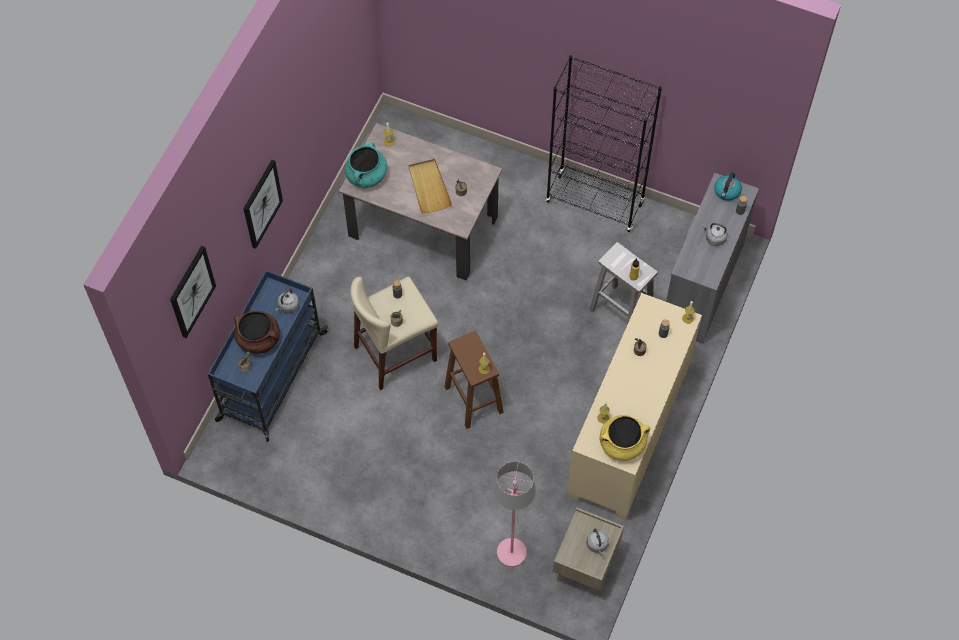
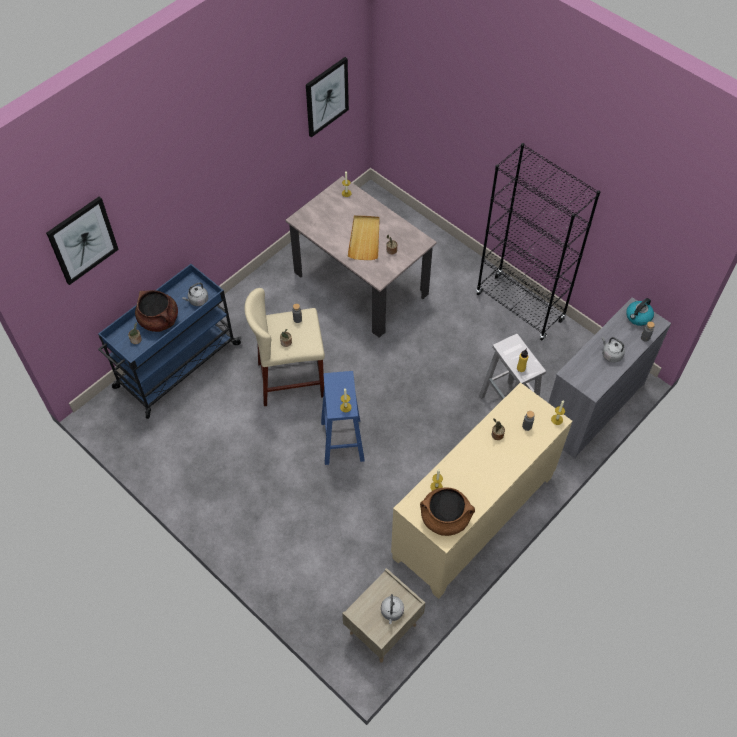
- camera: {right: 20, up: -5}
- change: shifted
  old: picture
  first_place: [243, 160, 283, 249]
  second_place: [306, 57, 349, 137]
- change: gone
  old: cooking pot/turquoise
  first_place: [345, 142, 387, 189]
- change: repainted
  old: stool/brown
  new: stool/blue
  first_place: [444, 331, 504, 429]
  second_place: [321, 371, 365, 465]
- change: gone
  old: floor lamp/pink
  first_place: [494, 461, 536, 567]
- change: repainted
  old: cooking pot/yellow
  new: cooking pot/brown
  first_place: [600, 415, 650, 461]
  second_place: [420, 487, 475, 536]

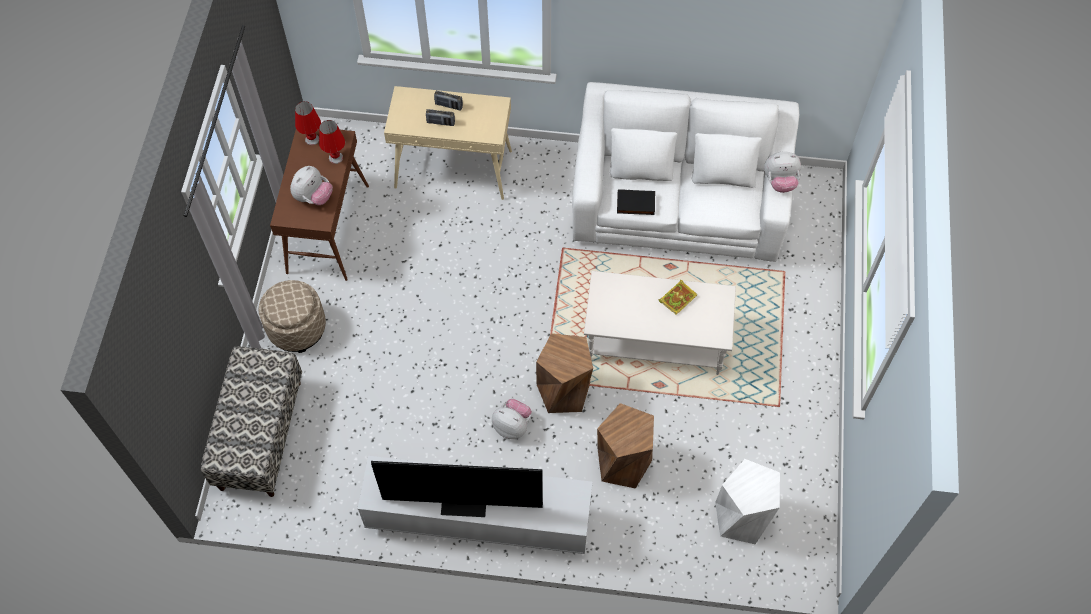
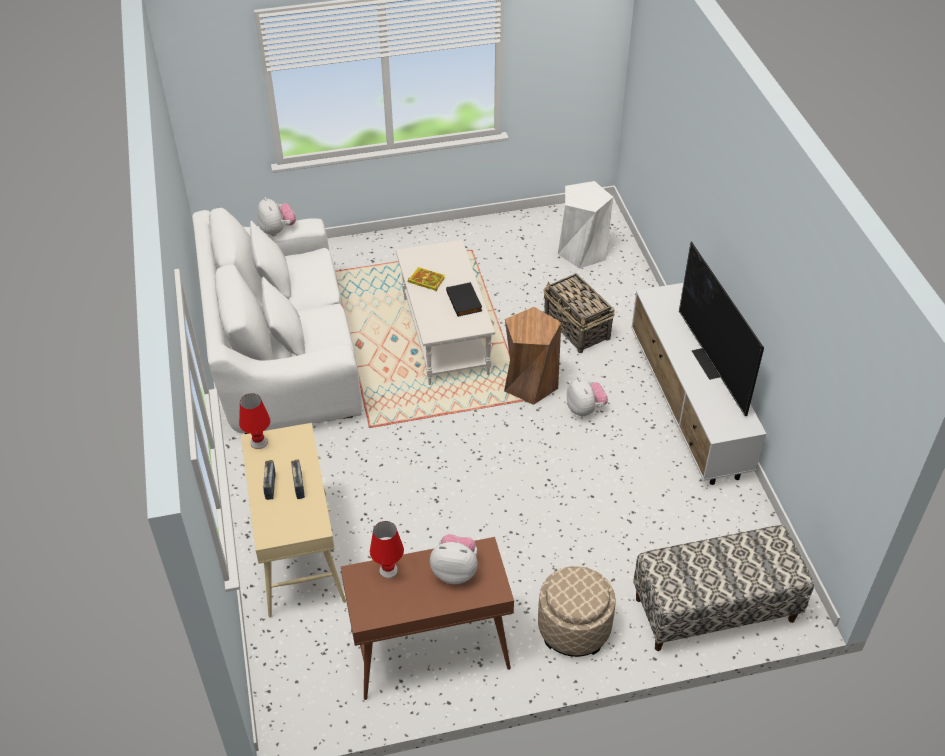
- camera: {right: -110, up: -15}
- change: shifted
  old: table lamp/red
  first_place: [295, 101, 321, 145]
  second_place: [239, 393, 270, 449]
- change: rotated
  old: plush toy
  first_place: [492, 399, 532, 439]
  second_place: [567, 377, 608, 416]
  degrees: 150
- change: swapped
  old: stool/brown
  new: basket
  first_place: [597, 403, 654, 489]
  second_place: [543, 273, 615, 353]
- change: shifted
  old: book/black
  first_place: [617, 189, 655, 215]
  second_place: [446, 282, 482, 317]

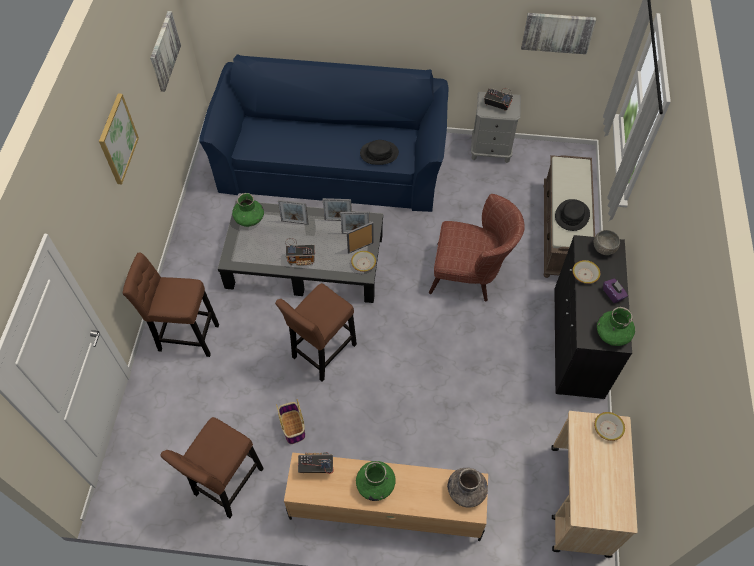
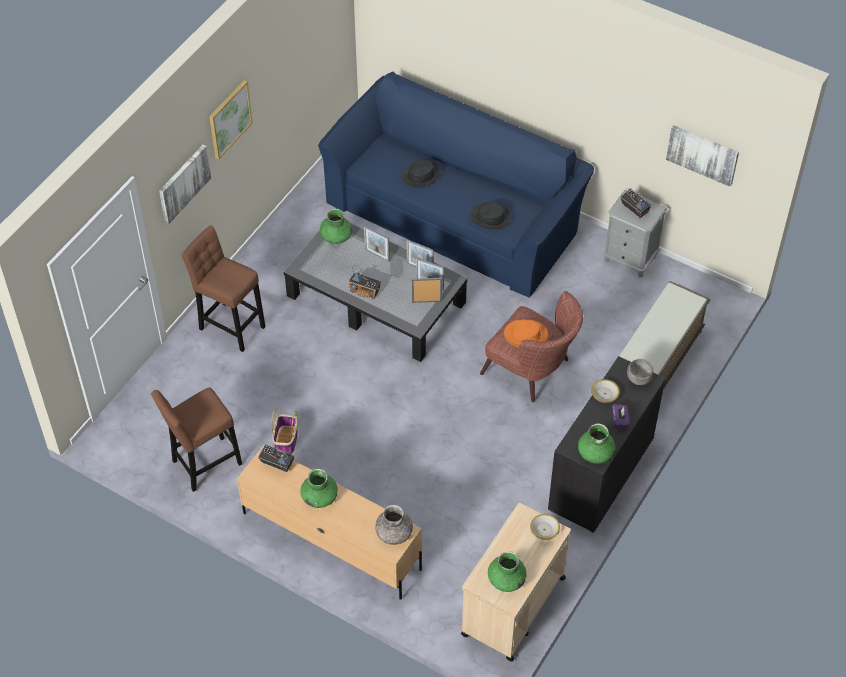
- camera: {right: 25, up: -5}
- change: shifted
  old: picture
  first_place: [150, 11, 181, 92]
  second_place: [159, 144, 211, 224]
- change: gone
  old: stool/brown
  first_place: [275, 283, 357, 382]
- change: gone
  old: bowl
  first_place: [351, 251, 376, 272]
- change: shifted
  old: hat/black
  first_place: [555, 199, 590, 231]
  second_place: [402, 160, 441, 188]
- change: new
  new: vase/green
  second_place: [488, 551, 527, 592]
- change: new
  new: hat/orange
  second_place: [504, 319, 548, 347]

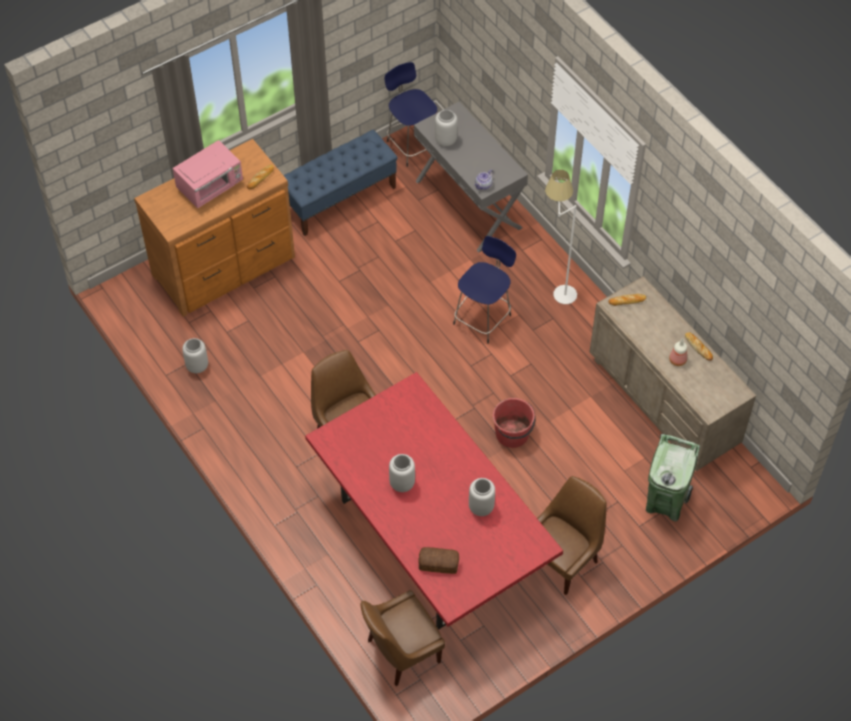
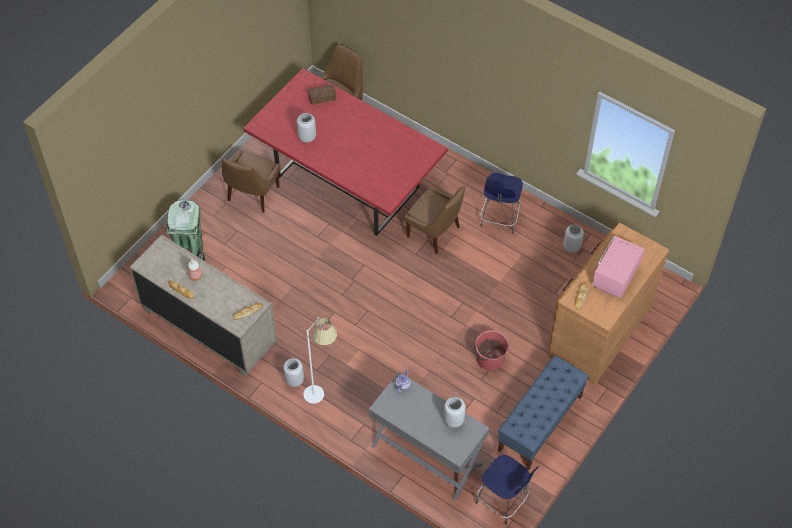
- camera: {right: 160, up: 0}
- change: shifted
  old: vase/grey
  first_place: [389, 454, 415, 492]
  second_place: [283, 358, 304, 387]
- change: shifted
  old: stool/blue
  first_place: [453, 236, 516, 344]
  second_place: [480, 173, 523, 234]
- change: shifted
  old: bucket/red
  first_place: [493, 398, 536, 448]
  second_place: [474, 330, 509, 371]

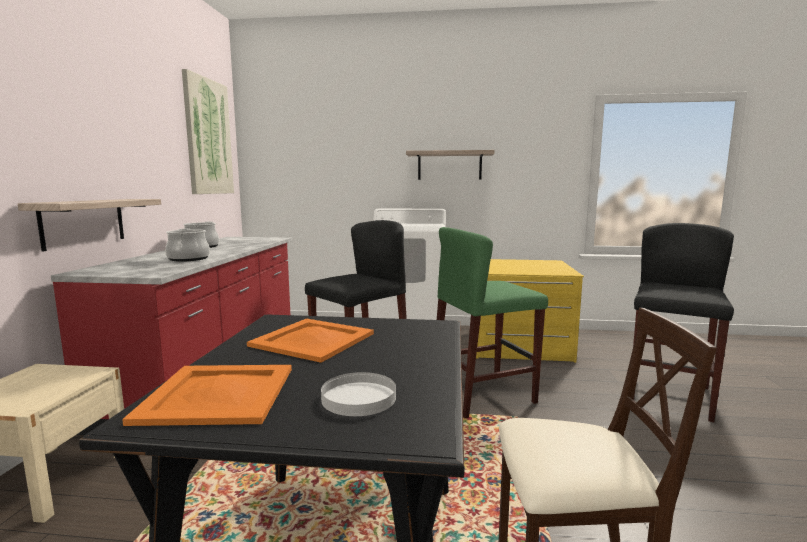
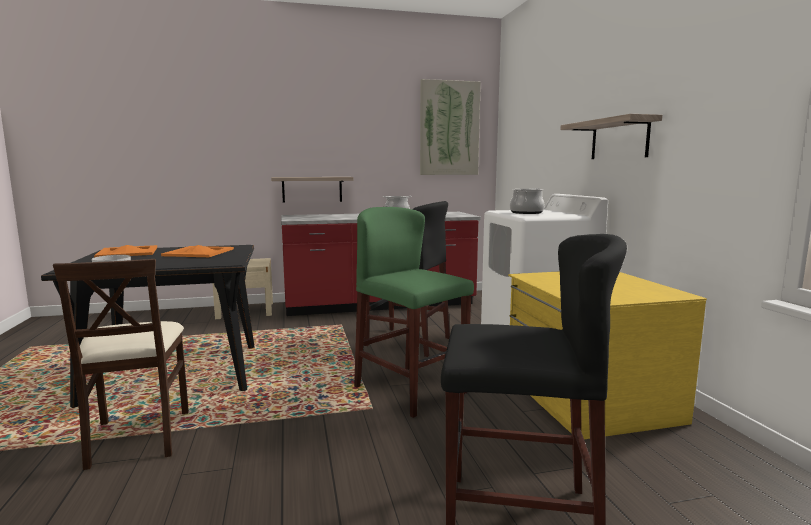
- camera: {right: 70, up: 0}
- change: shifted
  old: cooking pot
  first_place: [165, 228, 210, 262]
  second_place: [510, 188, 545, 214]

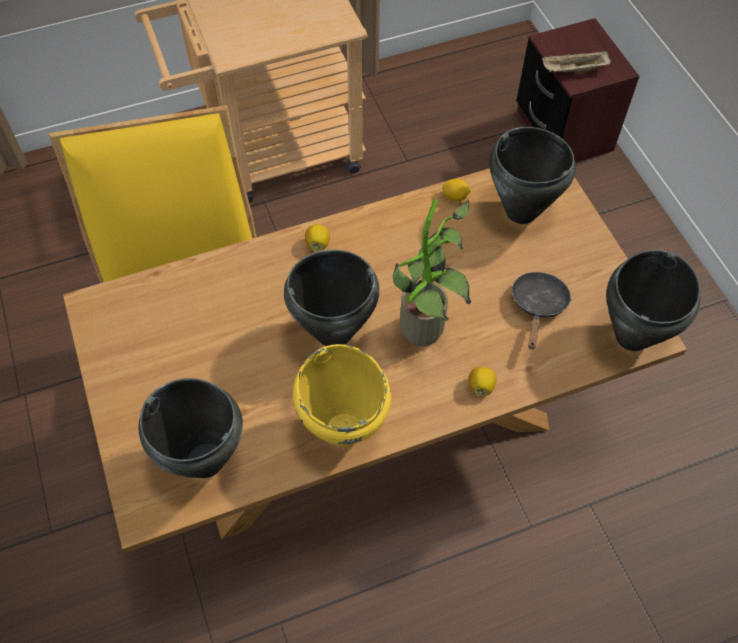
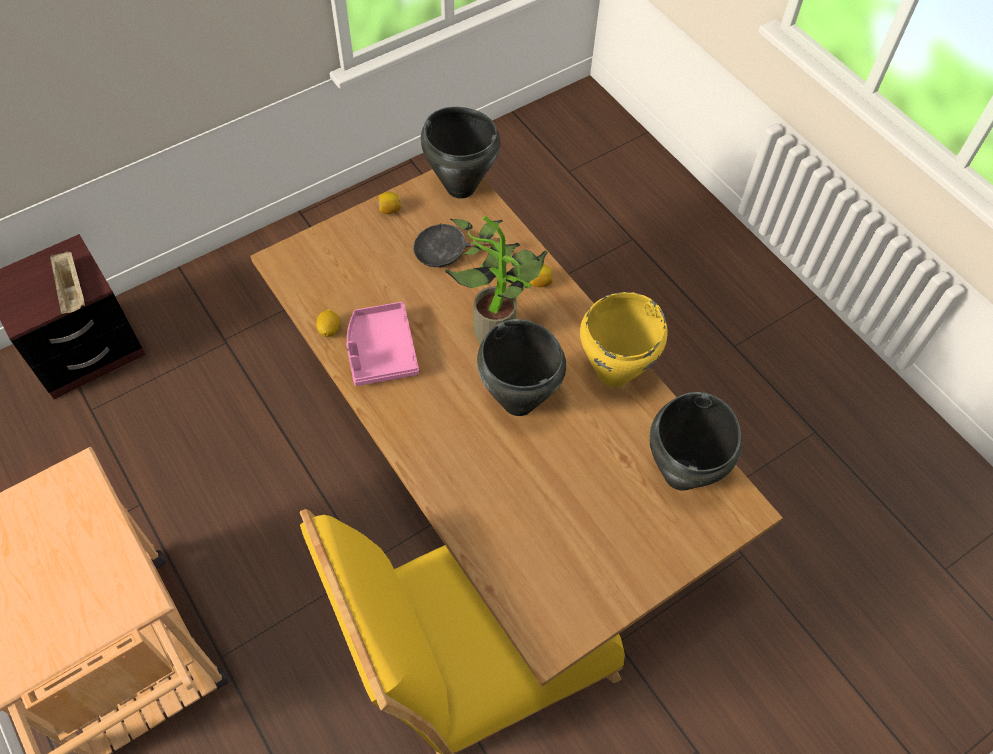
- camera: {right: -105, up: 0}
- change: shifted
  old: lemon
  first_place: [305, 224, 330, 251]
  second_place: [378, 192, 402, 214]
- change: gone
  old: cooking pot/black
  first_place: [489, 127, 576, 224]
- change: new
  new: tray/pink
  second_place: [346, 302, 419, 386]

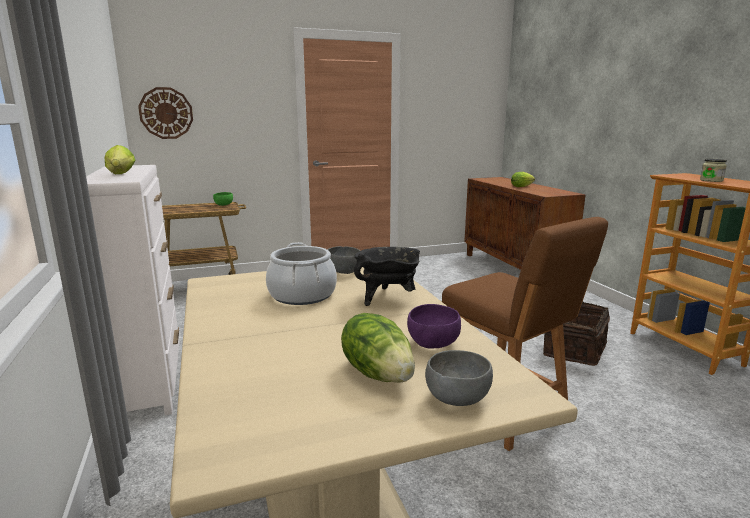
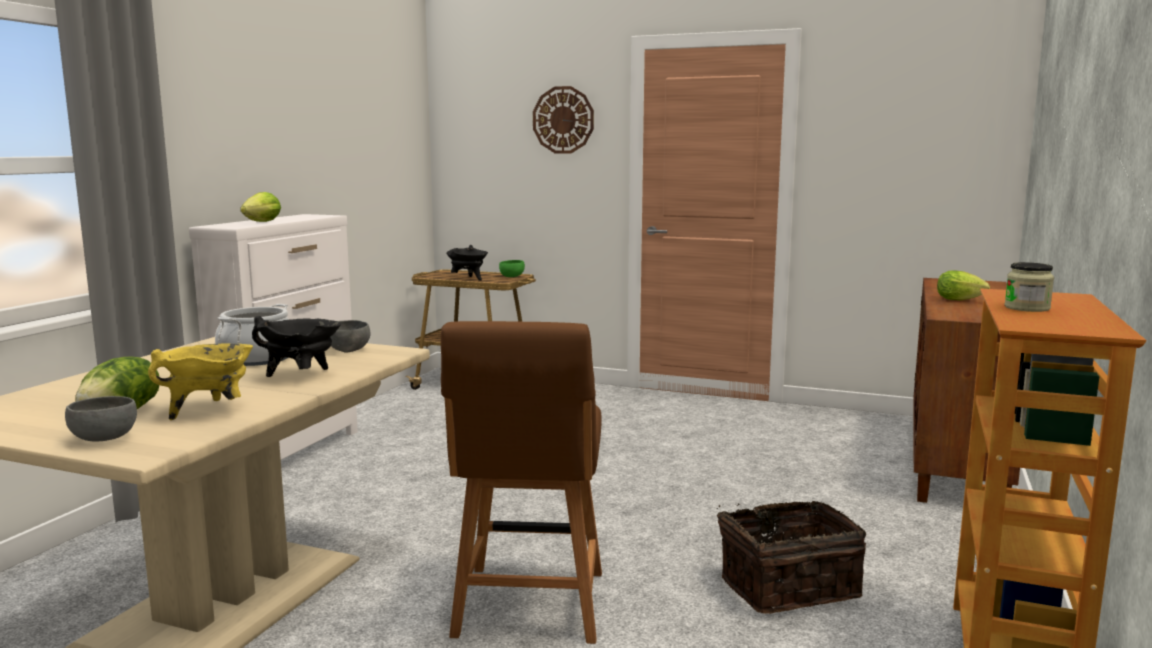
- camera: {right: 40, up: -5}
- change: shifted
  old: wall clock
  first_place: [138, 87, 193, 139]
  second_place: [533, 86, 594, 153]
- change: swapped
  old: bowl/purple
  new: cooking pot/yellow
  first_place: [407, 304, 461, 349]
  second_place: [148, 343, 253, 420]
- change: new
  new: cooking pot/black
  second_place: [446, 245, 488, 281]

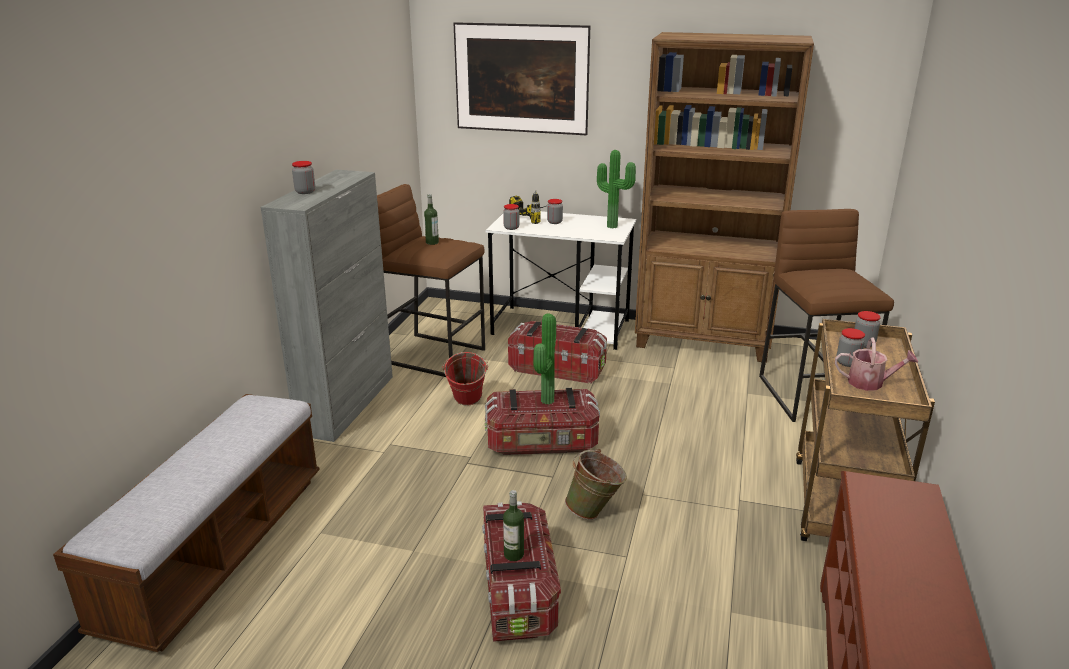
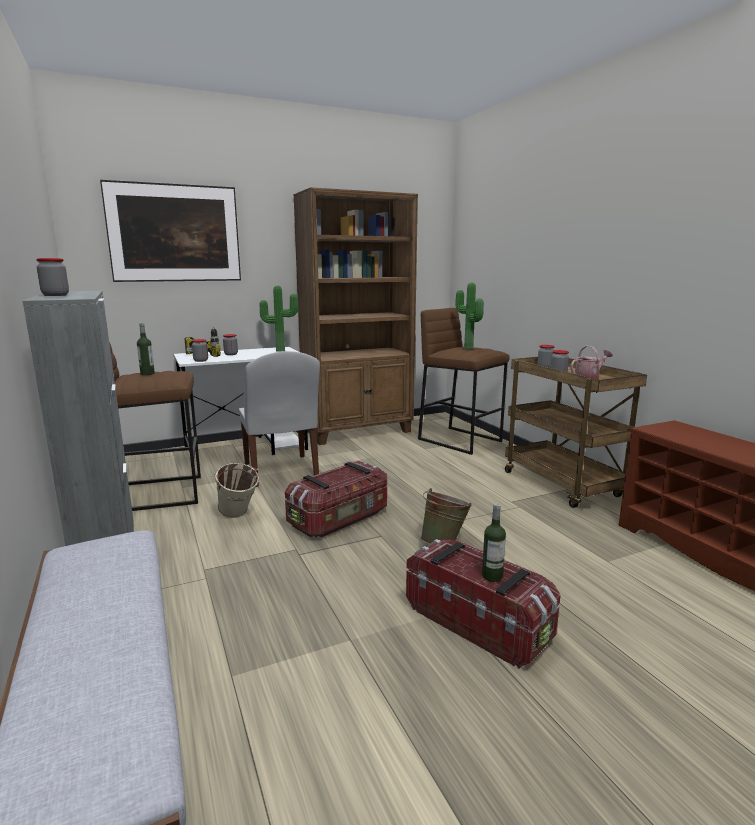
- camera: {right: -40, up: -10}
- change: repainted
  old: bucket/red
  new: bucket/beige
  first_place: [442, 352, 488, 406]
  second_place: [213, 463, 259, 518]
- change: swapped
  old: storage box
  new: chair/white
  first_place: [508, 321, 607, 384]
  second_place: [239, 351, 320, 487]
- change: shifted
  old: potted plant
  first_place: [533, 314, 556, 405]
  second_place: [455, 283, 484, 349]

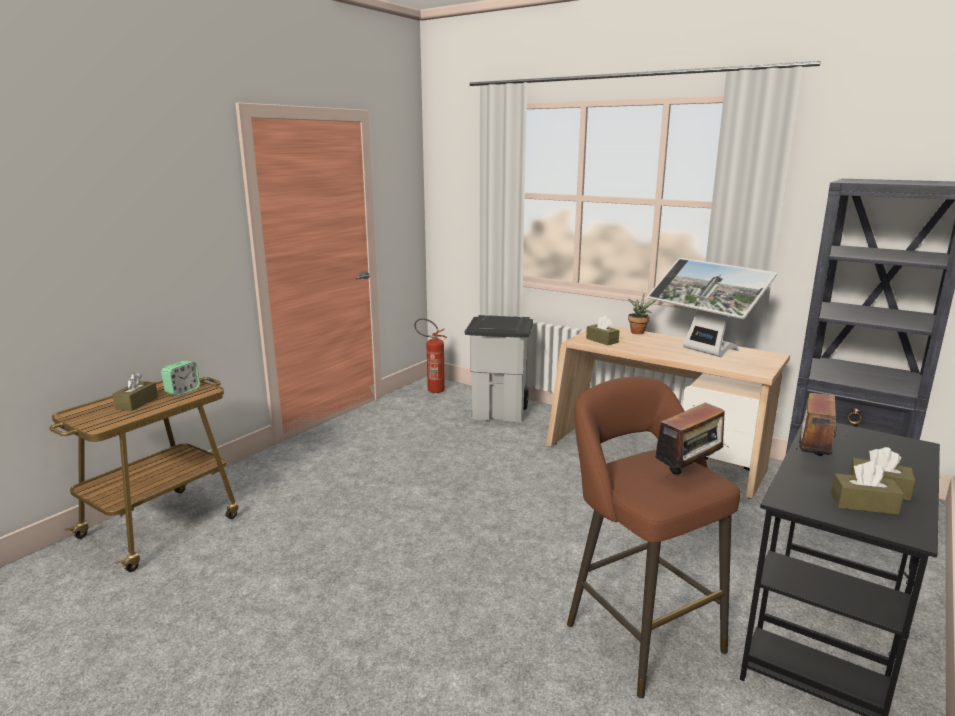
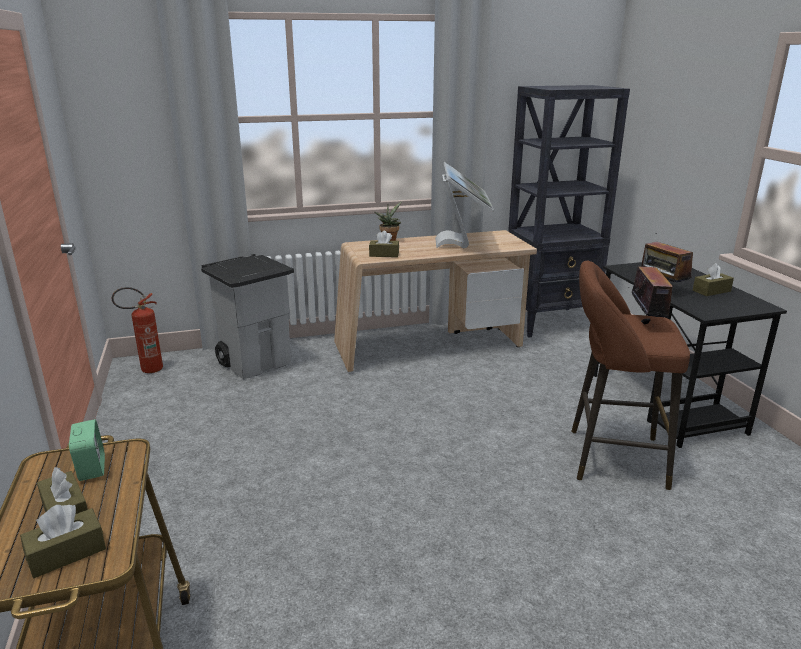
- camera: {right: -50, up: 5}
- change: rotated
  old: monitor
  first_place: [647, 258, 777, 357]
  second_place: [435, 162, 494, 248]
  degrees: -90
- change: shifted
  old: tissue box/brown
  first_place: [831, 461, 904, 515]
  second_place: [20, 505, 106, 578]

